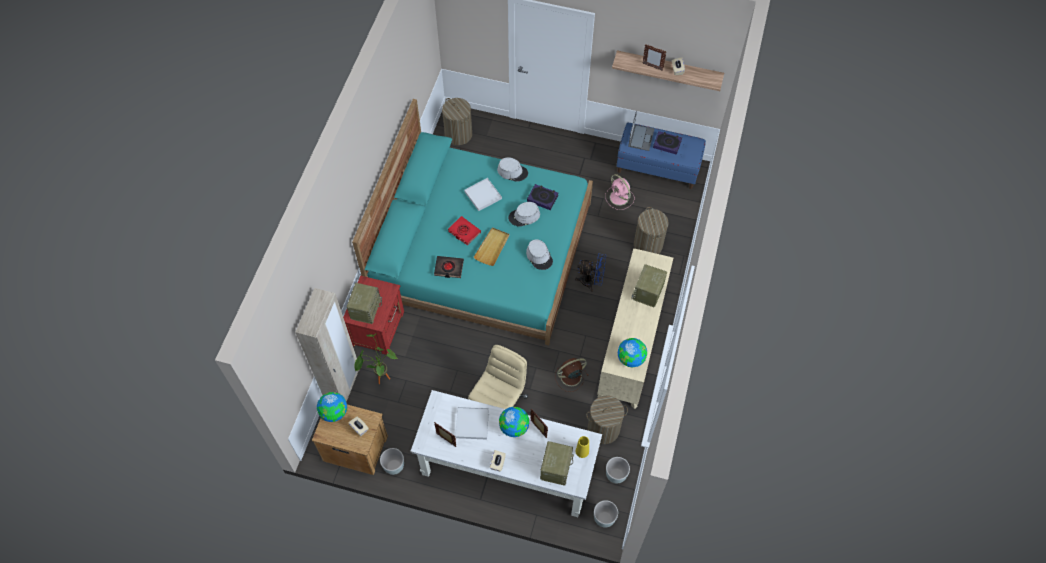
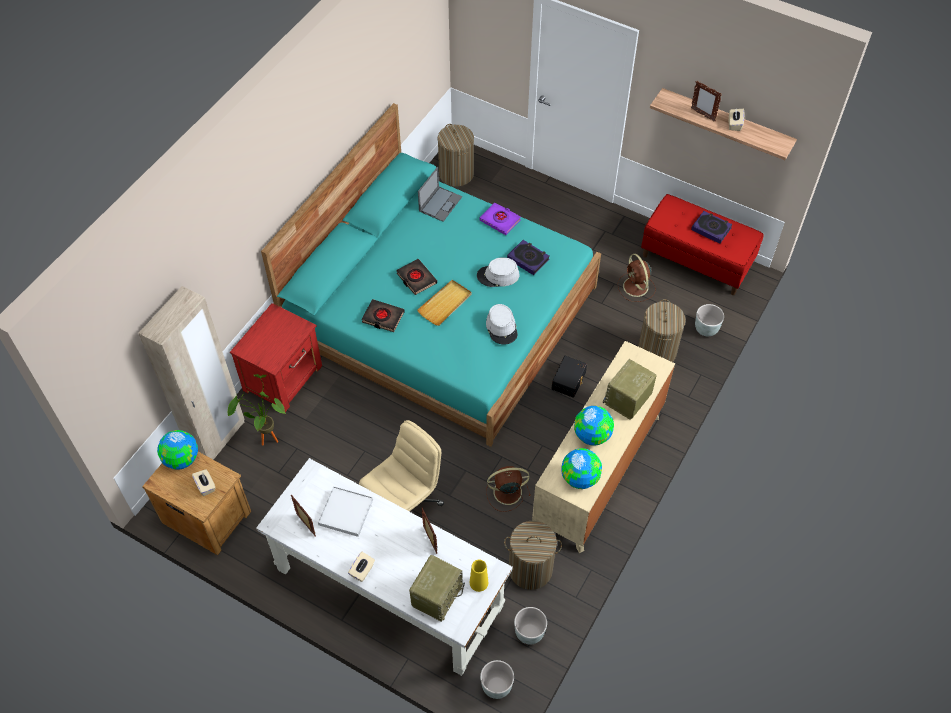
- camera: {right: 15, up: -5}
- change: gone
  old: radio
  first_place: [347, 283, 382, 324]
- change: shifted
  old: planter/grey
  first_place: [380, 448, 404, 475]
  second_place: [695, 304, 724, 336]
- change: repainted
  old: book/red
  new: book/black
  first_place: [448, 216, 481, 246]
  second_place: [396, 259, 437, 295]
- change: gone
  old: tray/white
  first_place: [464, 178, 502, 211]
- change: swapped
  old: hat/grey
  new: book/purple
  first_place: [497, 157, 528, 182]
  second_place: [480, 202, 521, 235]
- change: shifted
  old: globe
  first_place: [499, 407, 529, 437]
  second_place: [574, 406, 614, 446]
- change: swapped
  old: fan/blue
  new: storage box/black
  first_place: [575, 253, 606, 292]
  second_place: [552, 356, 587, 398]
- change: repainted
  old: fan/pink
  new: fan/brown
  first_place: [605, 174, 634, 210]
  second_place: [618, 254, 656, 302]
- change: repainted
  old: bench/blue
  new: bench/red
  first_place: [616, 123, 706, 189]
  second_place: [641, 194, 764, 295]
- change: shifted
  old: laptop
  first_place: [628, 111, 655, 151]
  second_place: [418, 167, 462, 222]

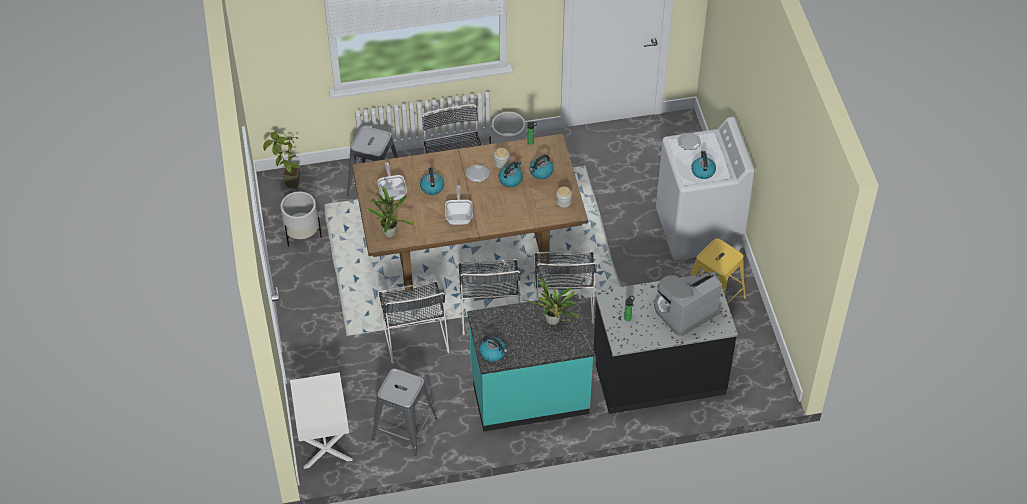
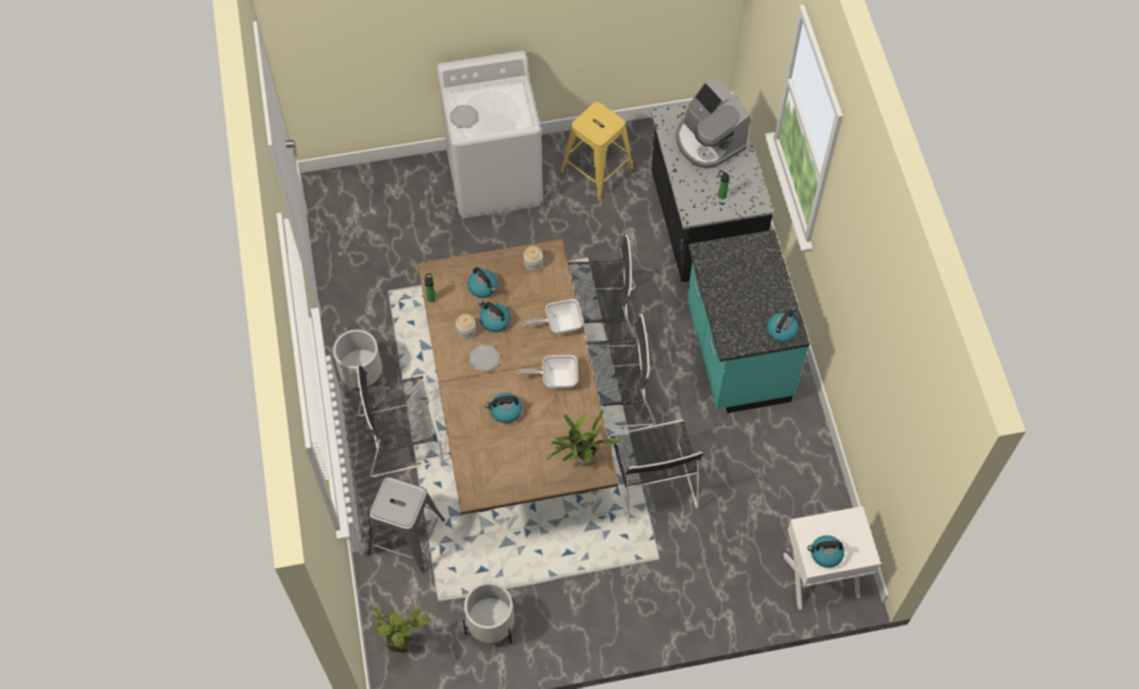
- camera: {right: -90, up: 10}
- change: gone
  old: stool/grey
  first_place: [372, 369, 437, 456]
- change: shifted
  old: frying pan
  first_place: [377, 162, 407, 200]
  second_place: [522, 299, 584, 334]
- change: rotated
  old: chair/black
  first_place: [378, 281, 449, 364]
  second_place: [610, 419, 703, 523]
  degrees: 90
- change: gone
  old: potted plant
  first_place: [524, 278, 580, 325]
- change: shifted
  old: kettle
  first_place: [691, 151, 716, 179]
  second_place: [808, 535, 844, 568]

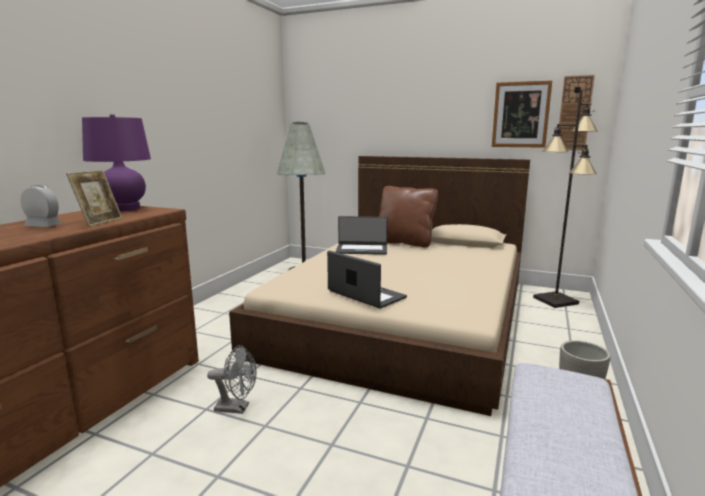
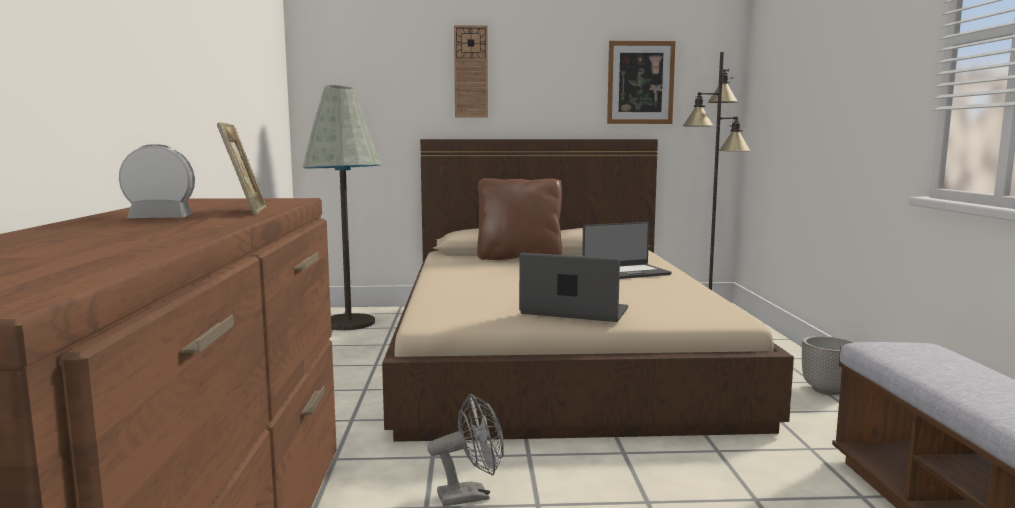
- camera: {right: -25, up: -5}
- change: gone
  old: table lamp/purple
  first_place: [82, 114, 151, 211]
- change: shifted
  old: laptop
  first_place: [335, 216, 388, 255]
  second_place: [582, 222, 672, 279]
- change: shifted
  old: wall clock
  first_place: [559, 75, 595, 150]
  second_place: [454, 25, 488, 118]

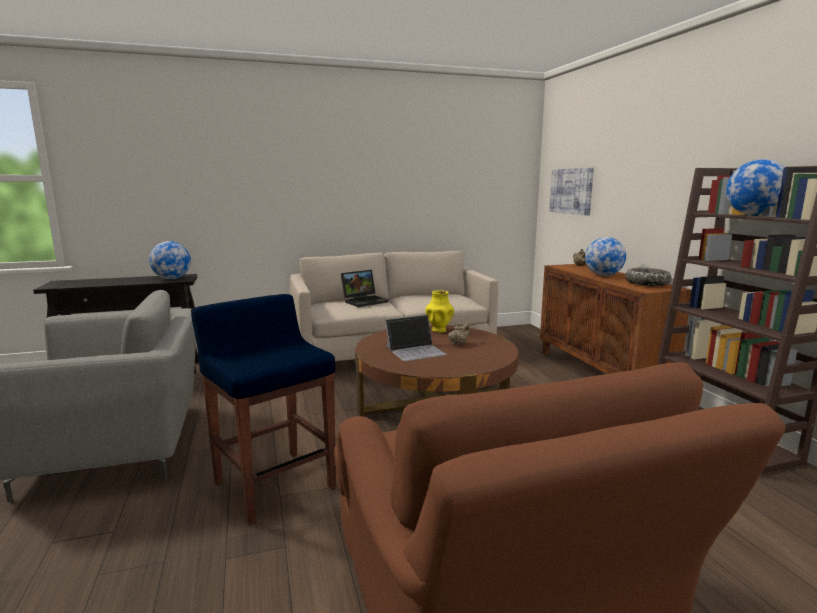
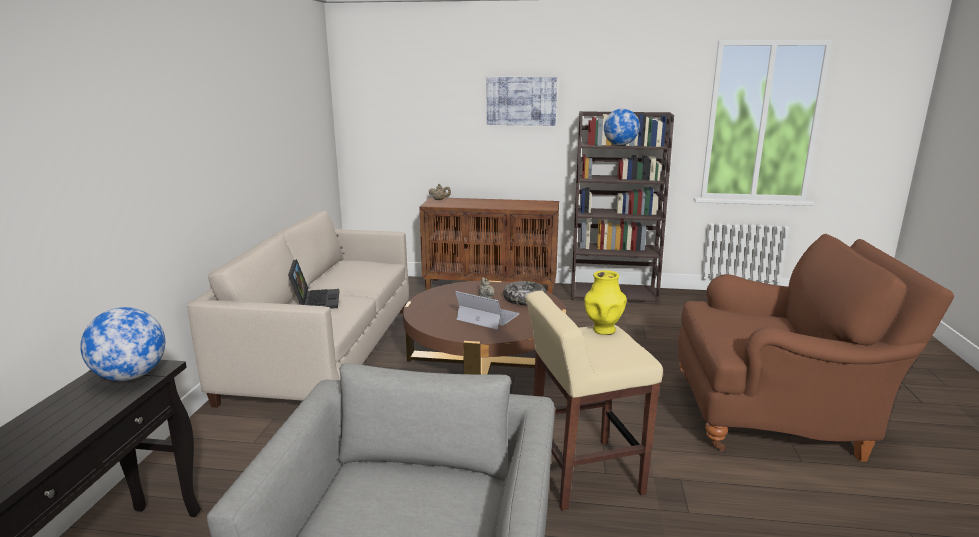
- camera: {right: -65, up: 5}
- change: repainted
  old: stool/blue
  new: stool/beige
  first_place: [191, 294, 336, 525]
  second_place: [526, 291, 663, 511]
- change: rotated
  old: laptop
  first_place: [385, 315, 447, 361]
  second_place: [455, 291, 520, 330]
  degrees: -60
- change: shifted
  old: vase/yellow
  first_place: [426, 290, 454, 333]
  second_place: [584, 270, 627, 335]
- change: shifted
  old: picture
  first_place: [549, 168, 594, 215]
  second_place: [487, 77, 557, 126]
- change: gone
  old: globe
  first_place: [585, 237, 626, 276]
- change: shifted
  old: bowl
  first_place: [625, 268, 671, 286]
  second_place: [503, 281, 546, 305]

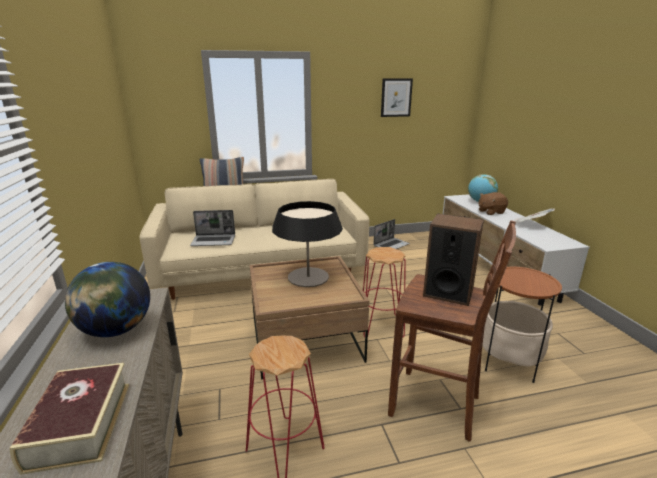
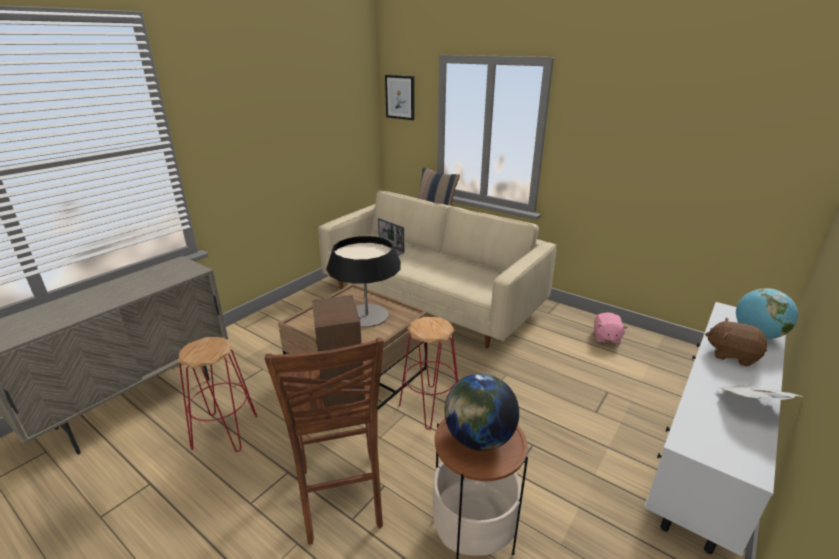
- camera: {right: 50, up: 5}
- change: gone
  old: book
  first_place: [9, 363, 129, 475]
- change: shifted
  old: globe
  first_place: [65, 262, 150, 337]
  second_place: [444, 374, 519, 451]
- change: swapped
  old: laptop
  new: plush toy/pink
  first_place: [373, 219, 410, 249]
  second_place: [594, 312, 628, 345]
- change: shifted
  old: picture
  first_place: [381, 79, 413, 117]
  second_place: [385, 75, 414, 120]

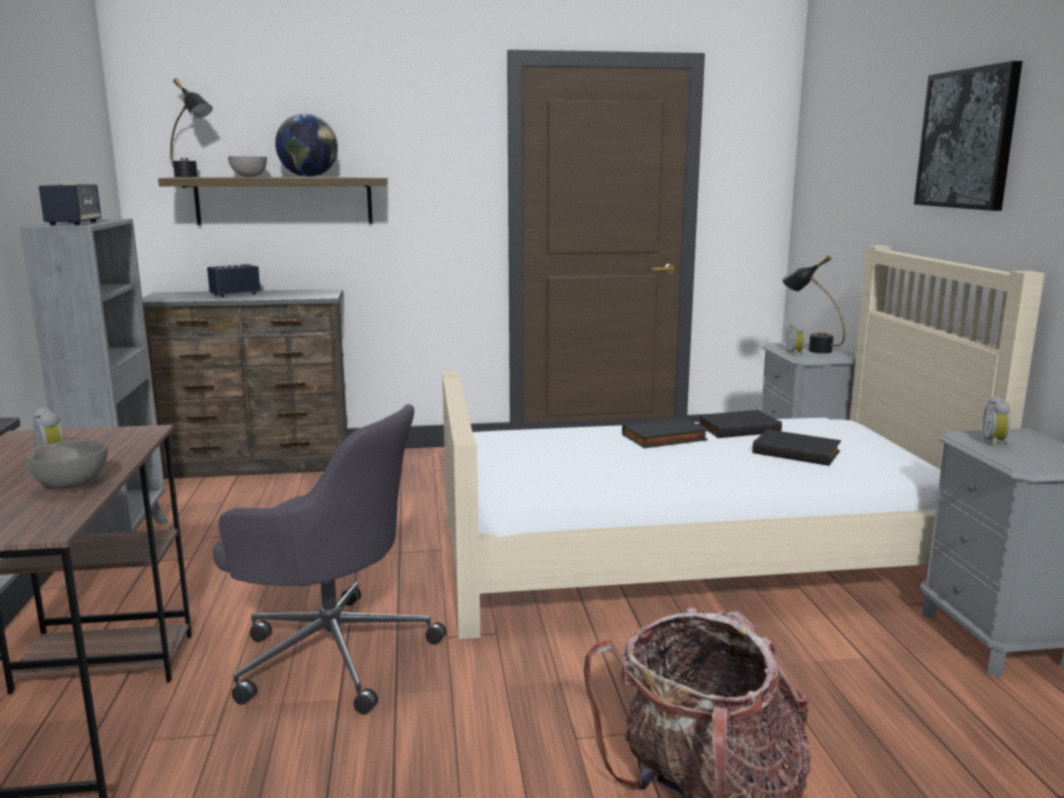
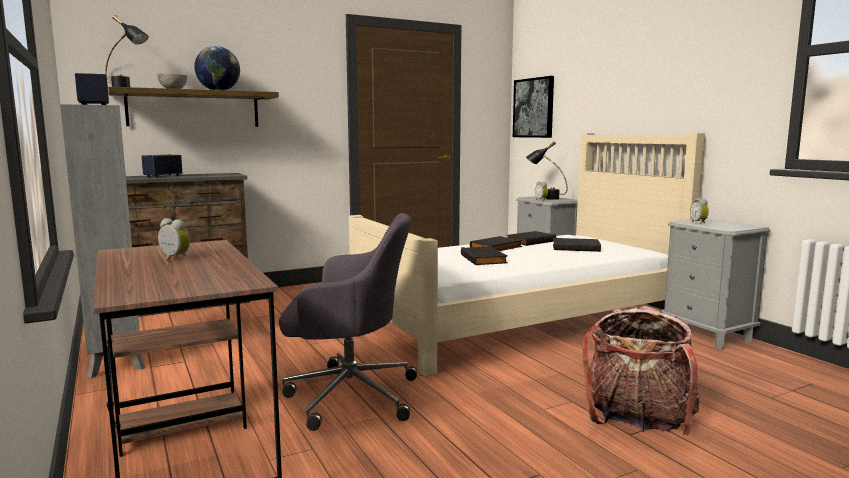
- camera: {right: -20, up: -5}
- change: gone
  old: bowl/grey
  first_place: [25, 439, 108, 489]
- change: shifted
  old: picture
  first_place: [914, 61, 1022, 211]
  second_place: [513, 76, 554, 138]
- change: new
  new: book/black
  second_place: [461, 246, 508, 265]

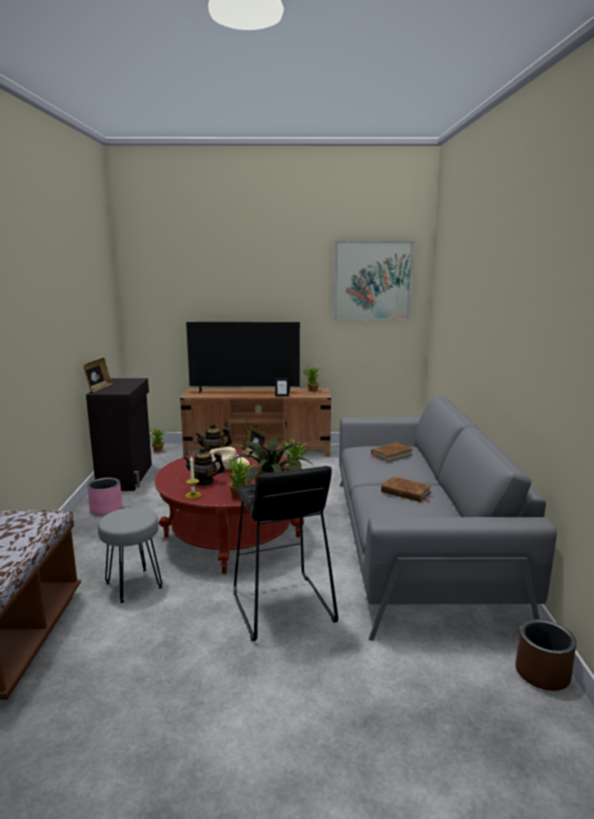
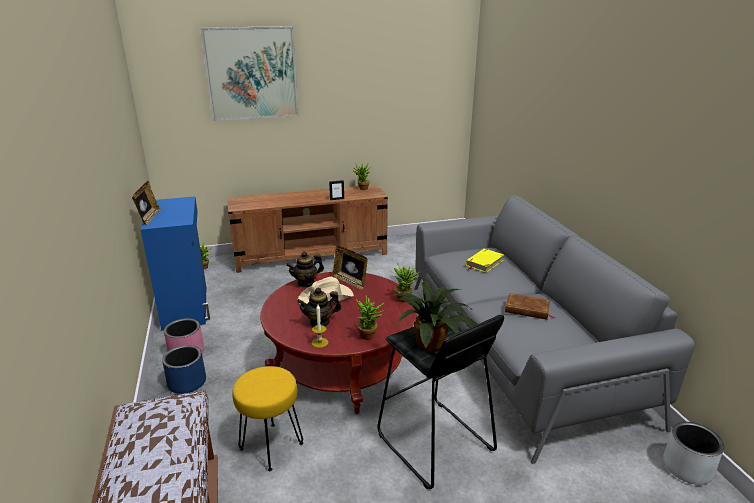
- camera: {right: -15, up: 10}
- change: repainted
  old: cabinet/black
  new: cabinet/blue
  first_place: [86, 378, 152, 491]
  second_place: [140, 196, 210, 331]
- change: repainted
  old: stool/grey
  new: stool/yellow
  first_place: [98, 507, 162, 603]
  second_place: [232, 366, 303, 471]
- change: gone
  old: television
  first_place: [186, 322, 300, 394]
- change: shifted
  old: picture
  first_place: [333, 241, 414, 320]
  second_place: [200, 26, 299, 121]
- change: repainted
  old: book/brown
  new: book/yellow
  first_place: [371, 442, 413, 462]
  second_place: [466, 248, 504, 273]
- change: repainted
  old: planter/brown
  new: planter/grey
  first_place: [515, 619, 576, 691]
  second_place: [663, 422, 724, 485]
- change: new
  new: planter/blue
  second_place: [162, 345, 206, 394]

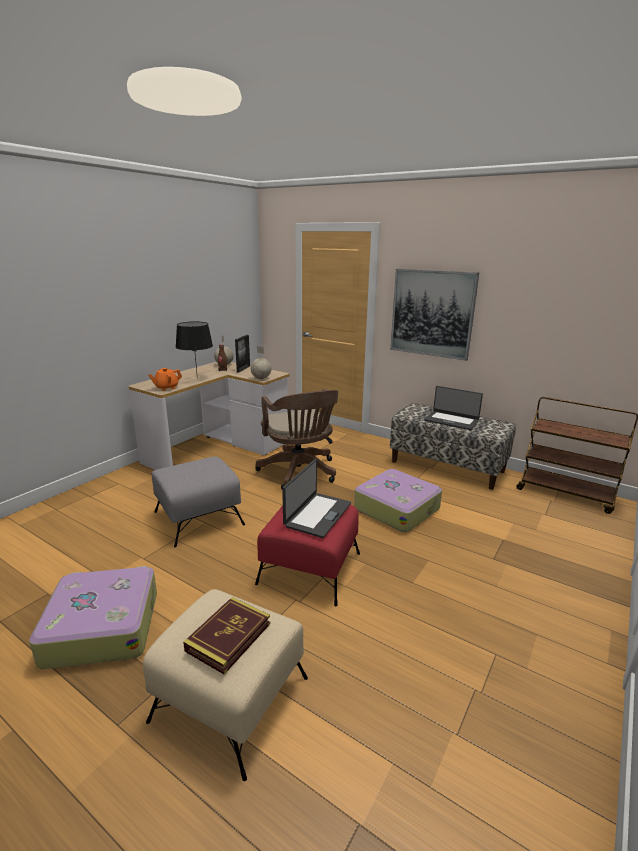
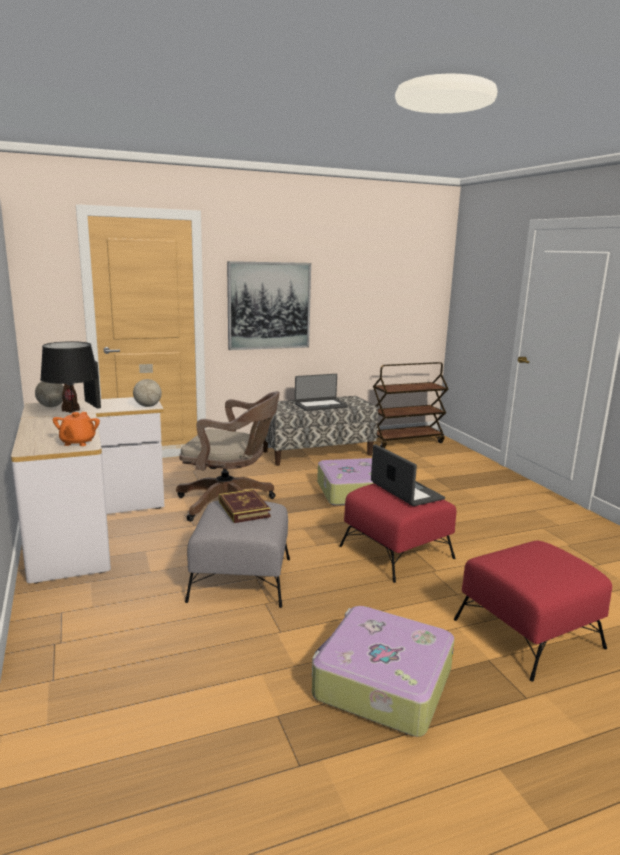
- camera: {right: -55, up: -5}
- change: repainted
  old: ottoman/beige
  new: ottoman/red
  first_place: [143, 589, 308, 781]
  second_place: [454, 541, 612, 682]
- change: shifted
  old: book
  first_place: [183, 597, 270, 675]
  second_place: [219, 489, 271, 523]

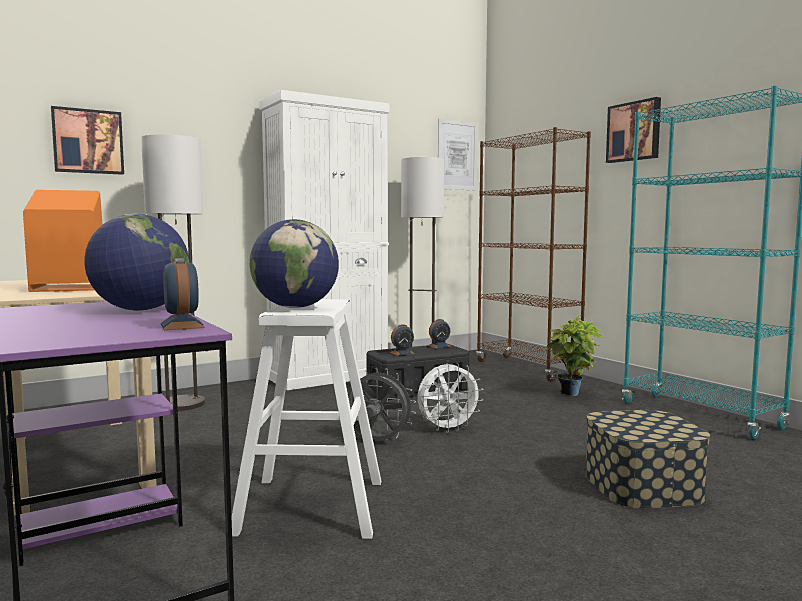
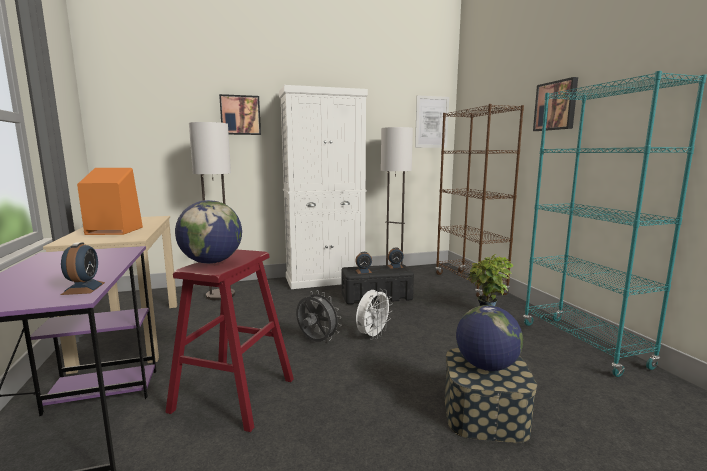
- camera: {right: 15, up: 5}
- change: shifted
  old: picture
  first_place: [51, 106, 124, 175]
  second_place: [219, 94, 261, 135]
- change: shifted
  old: globe
  first_place: [84, 214, 189, 311]
  second_place: [456, 305, 523, 371]
- change: repainted
  old: stool/white
  new: stool/red
  first_place: [231, 299, 381, 539]
  second_place: [165, 250, 294, 432]
- change: rotated
  old: fan/white
  first_place: [418, 362, 484, 433]
  second_place: [356, 289, 393, 340]
  degrees: -45

